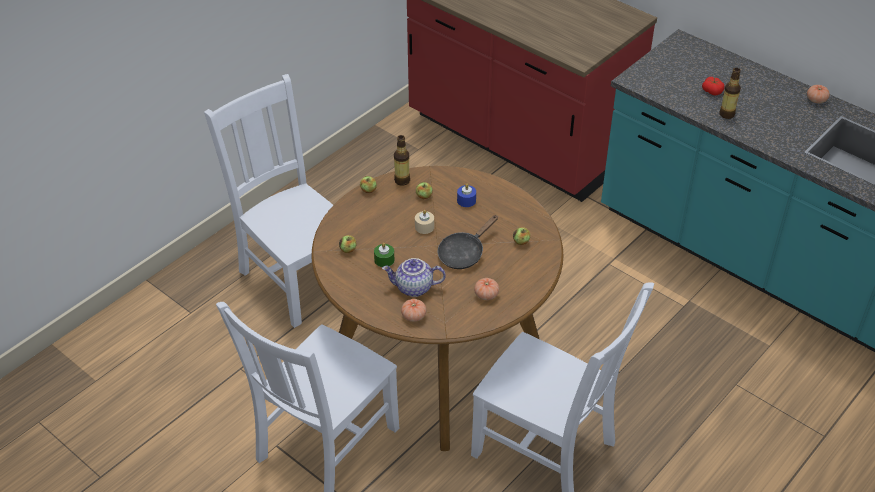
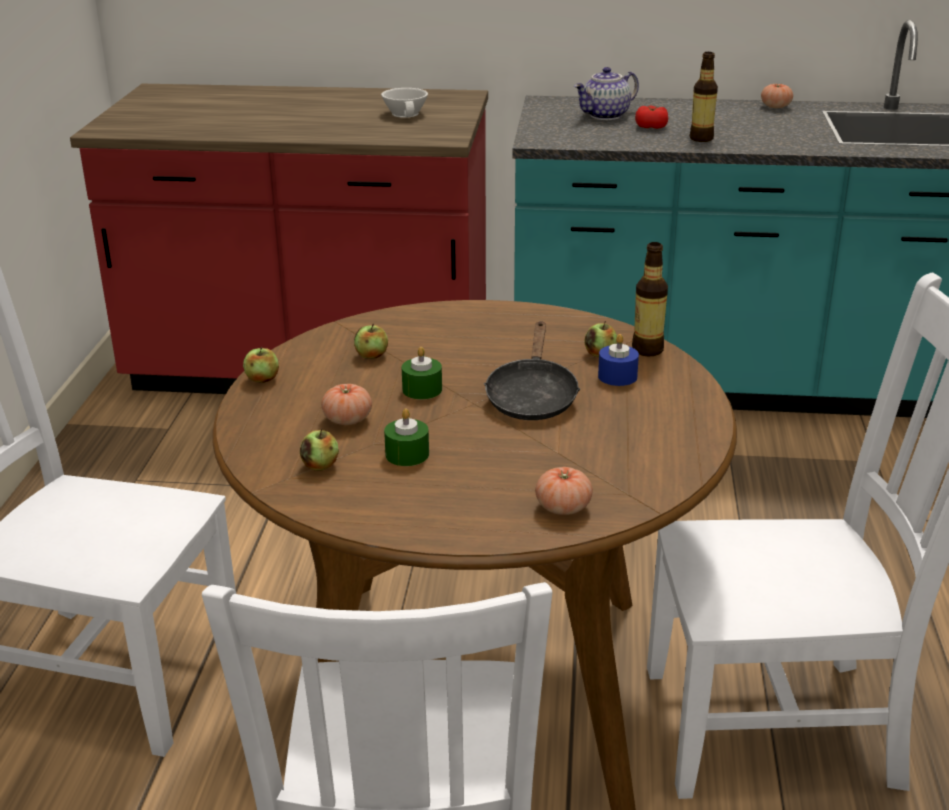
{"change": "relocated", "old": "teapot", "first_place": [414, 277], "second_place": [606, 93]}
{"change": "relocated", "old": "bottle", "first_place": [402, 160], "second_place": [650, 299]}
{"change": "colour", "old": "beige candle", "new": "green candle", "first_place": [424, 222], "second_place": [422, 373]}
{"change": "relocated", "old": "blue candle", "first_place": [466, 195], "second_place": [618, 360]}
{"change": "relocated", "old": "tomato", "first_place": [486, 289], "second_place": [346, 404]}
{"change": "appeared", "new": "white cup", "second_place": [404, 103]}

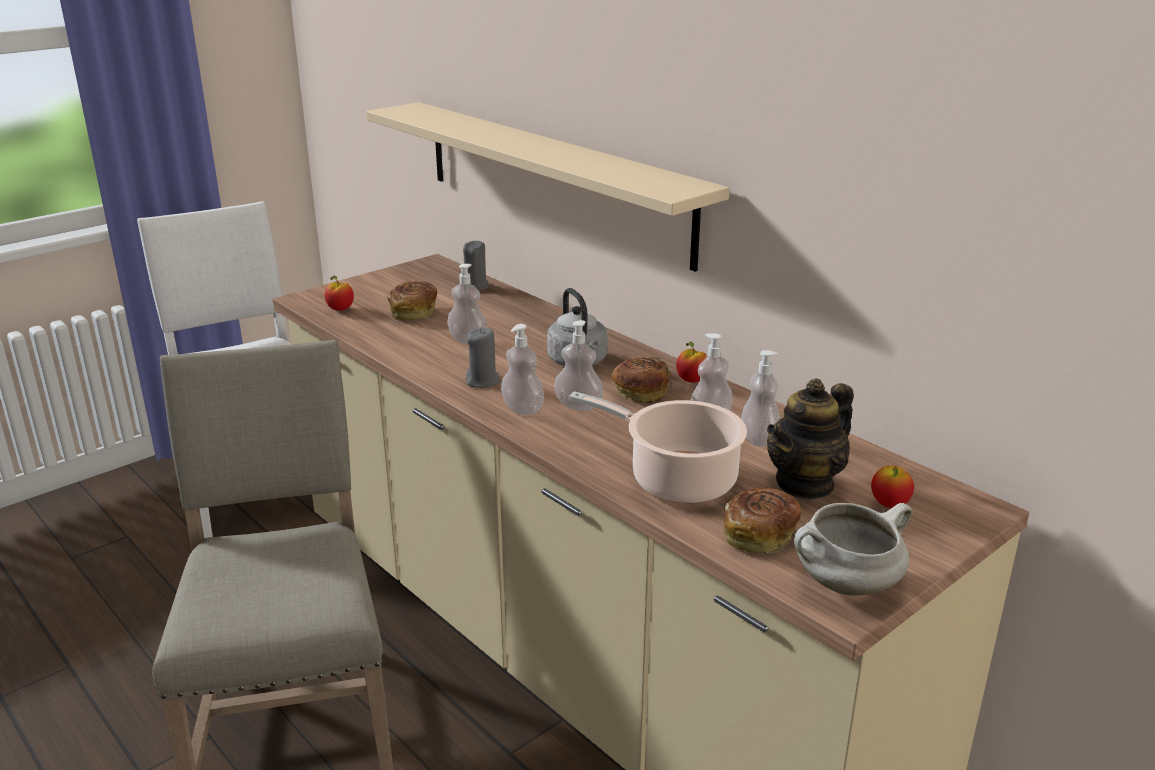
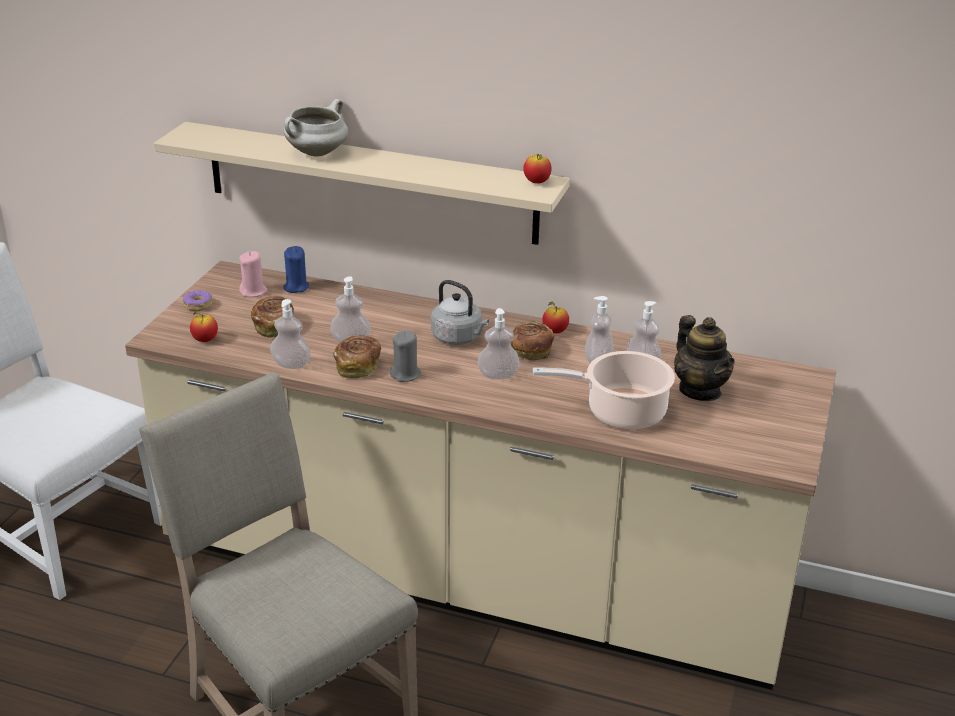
{"change": "colour", "old": "grey candle", "new": "blue candle", "first_place": [476, 266], "second_place": [296, 269]}
{"change": "relocated", "old": "soap dispenser", "first_place": [522, 369], "second_place": [290, 334]}
{"change": "relocated", "old": "bread", "first_place": [763, 520], "second_place": [357, 357]}
{"change": "spun", "old": "teapot", "first_place": [810, 439], "second_place": [704, 358], "degrees": -45}
{"change": "relocated", "old": "white cooking pot", "first_place": [853, 549], "second_place": [316, 128]}
{"change": "relocated", "old": "apple", "first_place": [892, 487], "second_place": [537, 169]}
{"change": "appeared", "new": "donut", "second_place": [197, 300]}
{"change": "appeared", "new": "pink candle", "second_place": [253, 274]}

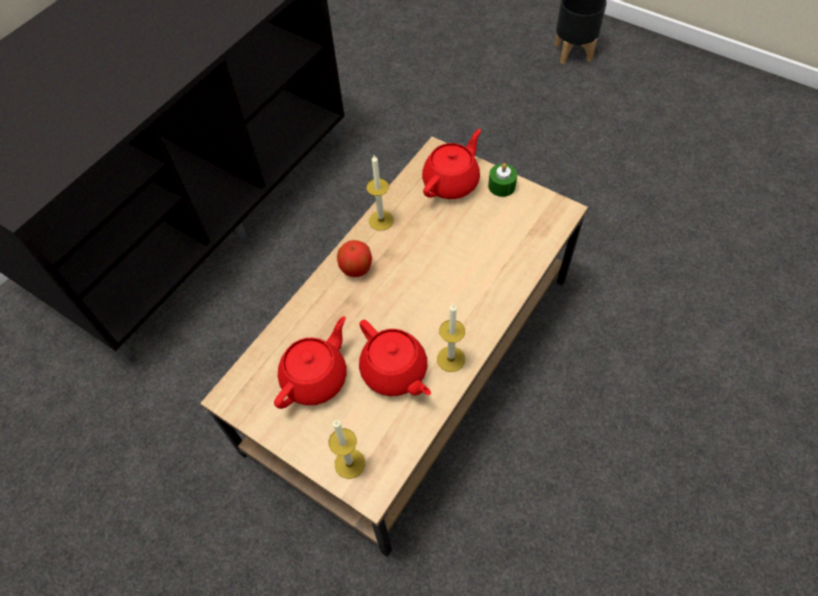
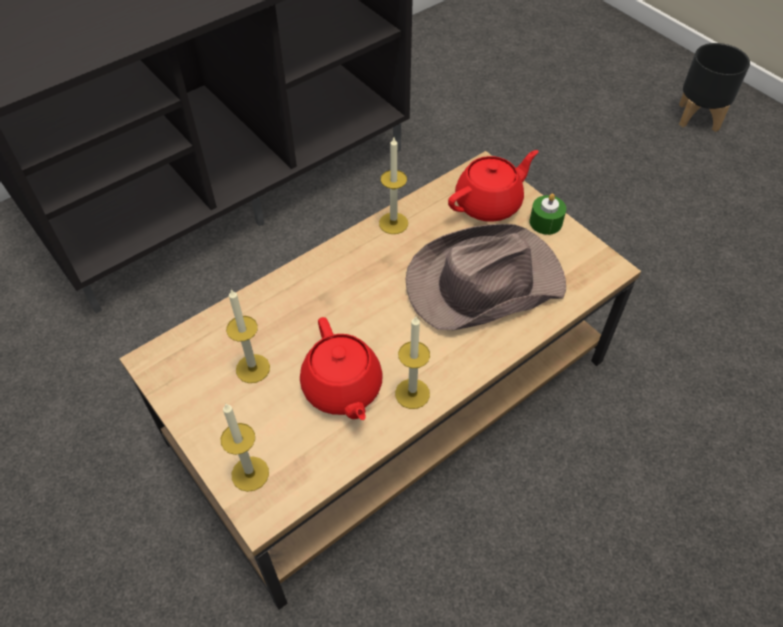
{"change": "exchanged", "old": "red teapot", "new": "candle", "first_place": [310, 362], "second_place": [248, 336]}
{"change": "missing", "old": "apple", "first_place": [354, 258]}
{"change": "appeared", "new": "brown hat", "second_place": [485, 277]}

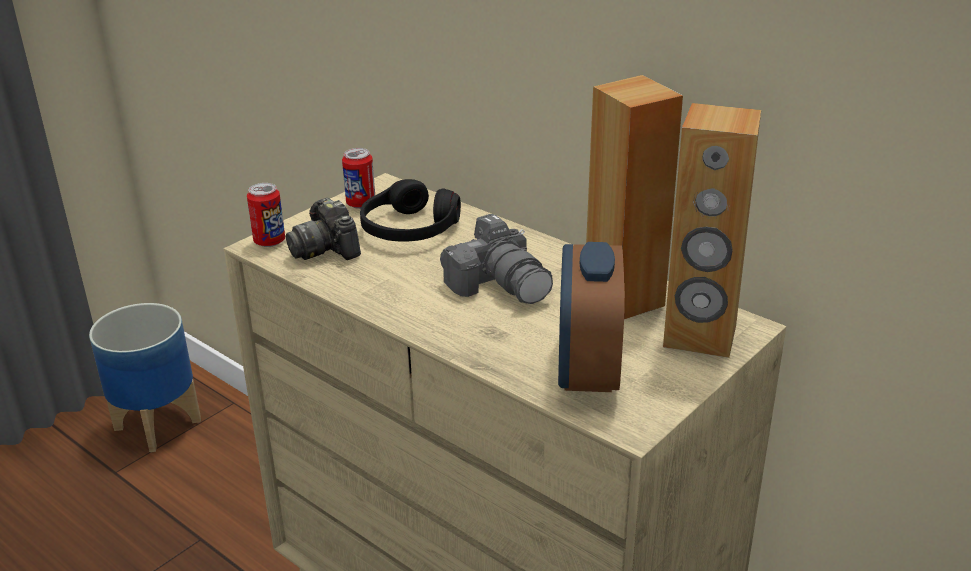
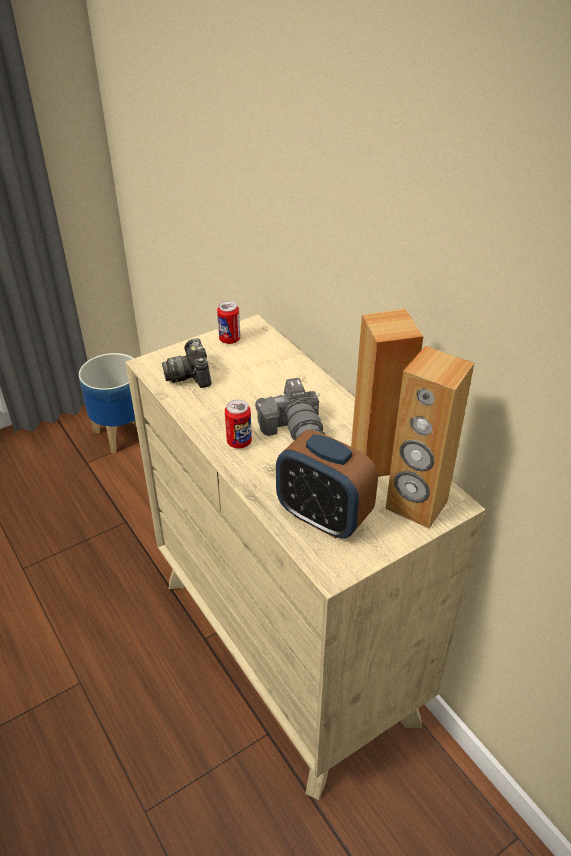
{"change": "relocated", "old": "can", "first_place": [266, 215], "second_place": [238, 424]}
{"change": "missing", "old": "black headphones", "first_place": [410, 210]}
{"change": "spun", "old": "alarm clock", "first_place": [591, 317], "second_place": [327, 484], "degrees": -75}

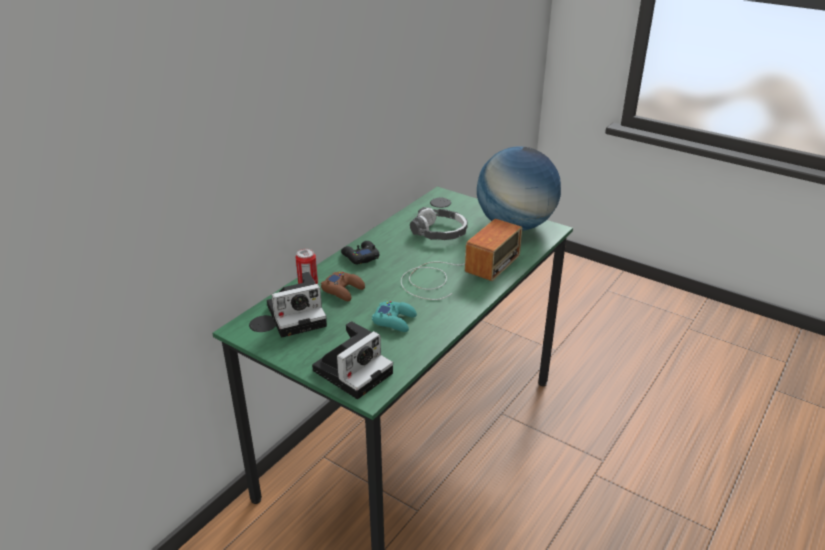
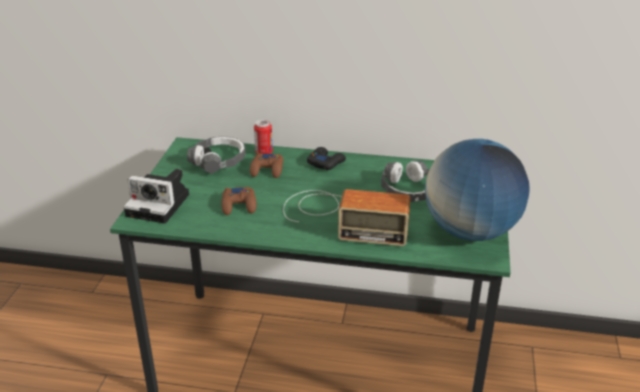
{"change": "exchanged", "old": "photo camera", "new": "headphones", "first_place": [297, 305], "second_place": [216, 155]}
{"change": "colour", "old": "turquoise game controller", "new": "brown game controller", "first_place": [394, 316], "second_place": [239, 201]}

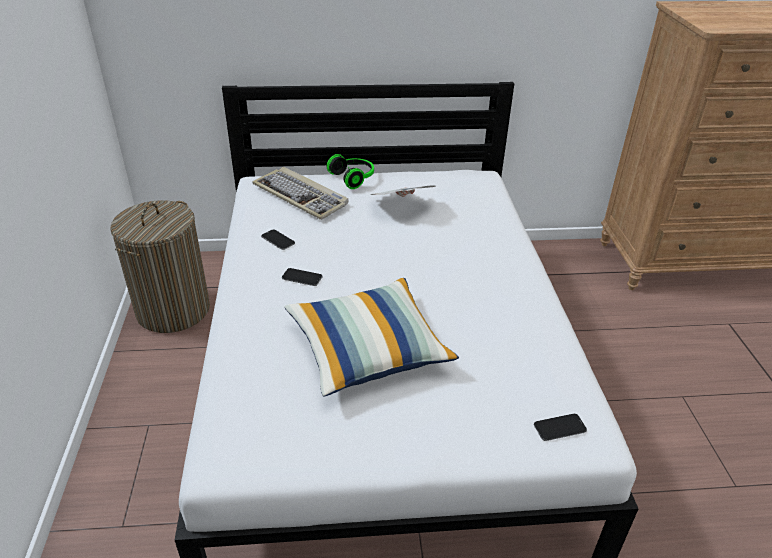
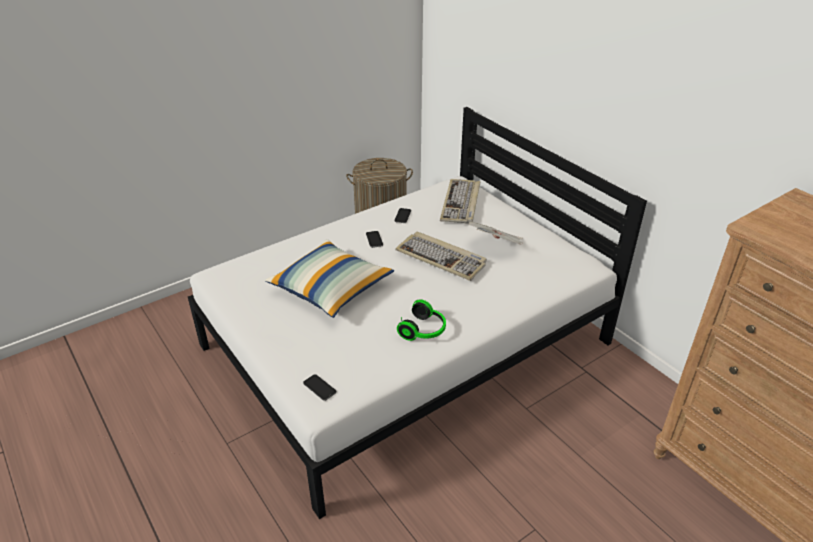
{"change": "relocated", "old": "headphones", "first_place": [350, 171], "second_place": [421, 320]}
{"change": "appeared", "new": "keyboard", "second_place": [441, 256]}

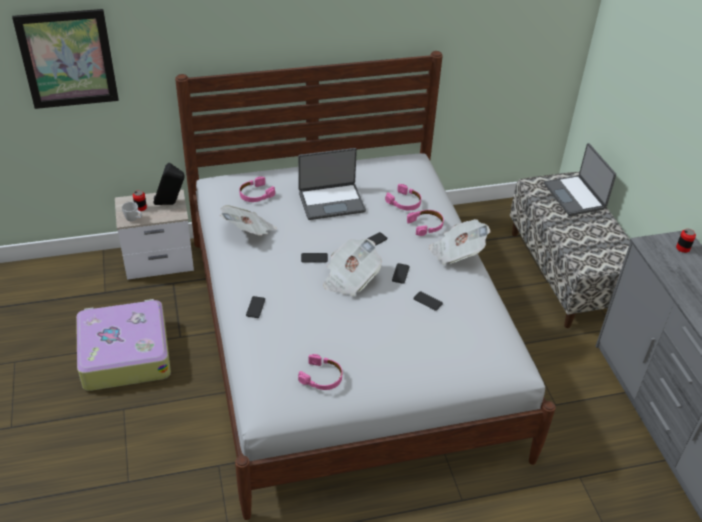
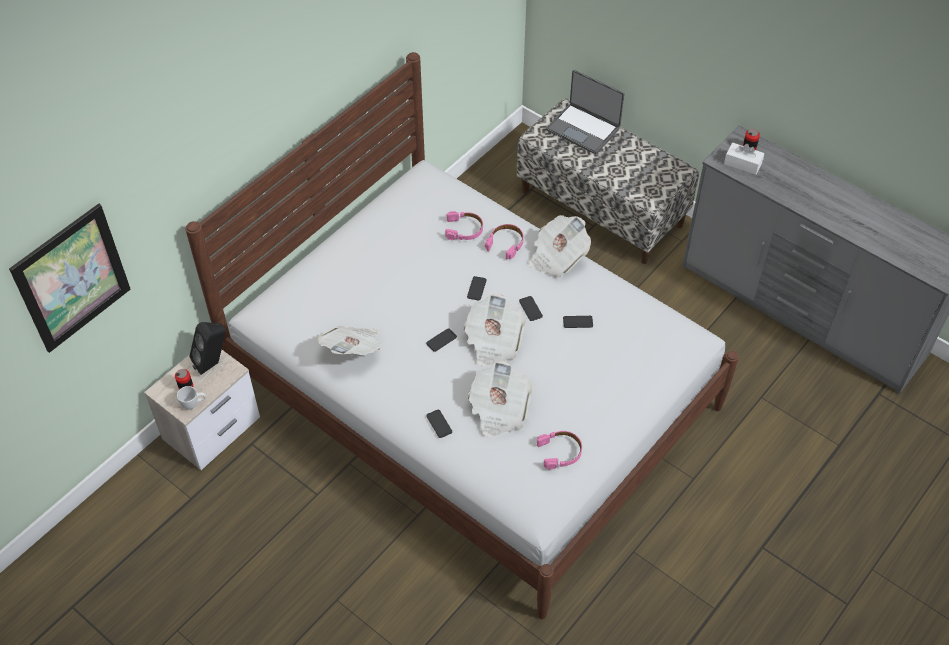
{"change": "missing", "old": "suitcase", "first_place": [123, 345]}
{"change": "missing", "old": "pink headphones", "first_place": [257, 189]}
{"change": "missing", "old": "laptop", "first_place": [332, 184]}
{"change": "appeared", "new": "newspaper", "second_place": [500, 399]}
{"change": "appeared", "new": "white tissue box", "second_place": [744, 159]}

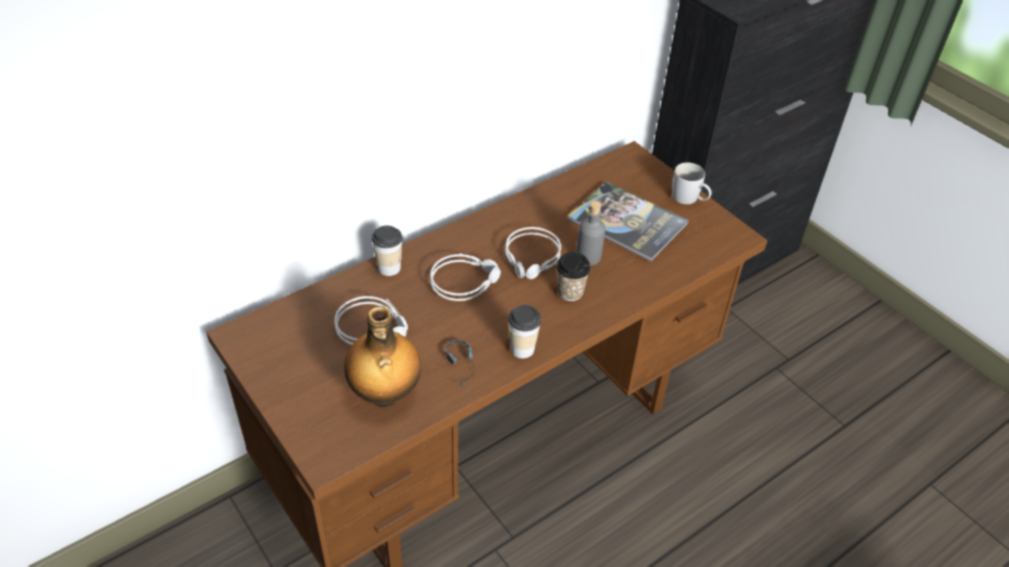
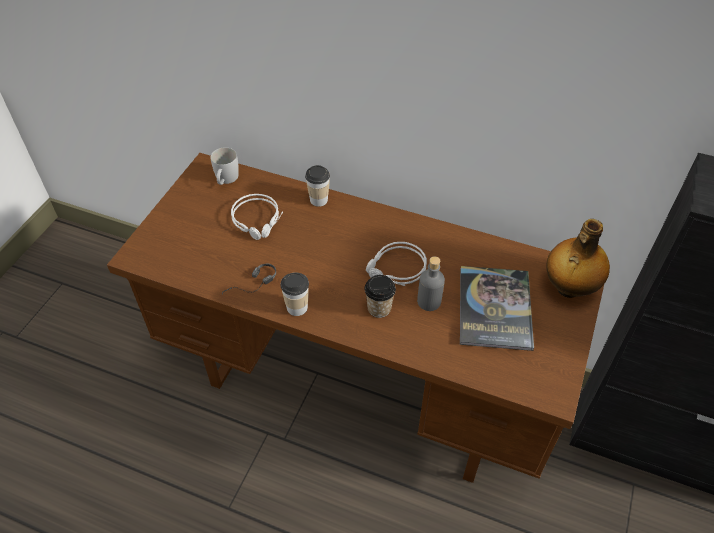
{"change": "relocated", "old": "bottle", "first_place": [382, 356], "second_place": [578, 258]}
{"change": "missing", "old": "grey headphones", "first_place": [465, 277]}
{"change": "relocated", "old": "white mug", "first_place": [691, 183], "second_place": [225, 166]}

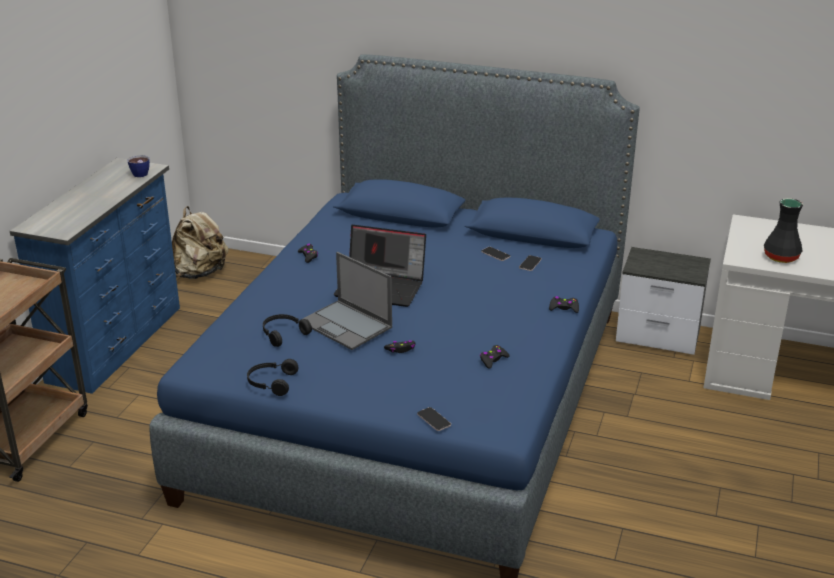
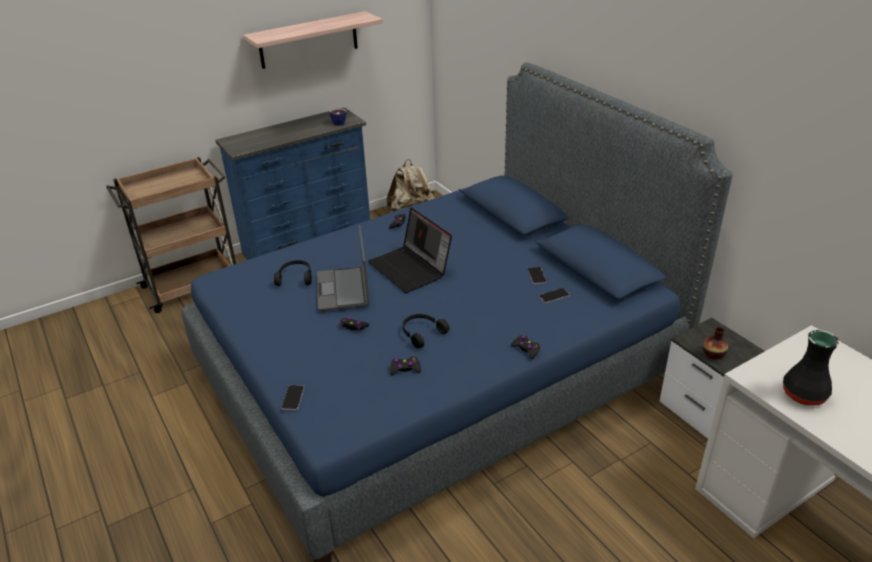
{"change": "relocated", "old": "black headphones", "first_place": [272, 377], "second_place": [426, 331]}
{"change": "appeared", "new": "shelf", "second_place": [313, 40]}
{"change": "appeared", "new": "vase", "second_place": [715, 343]}

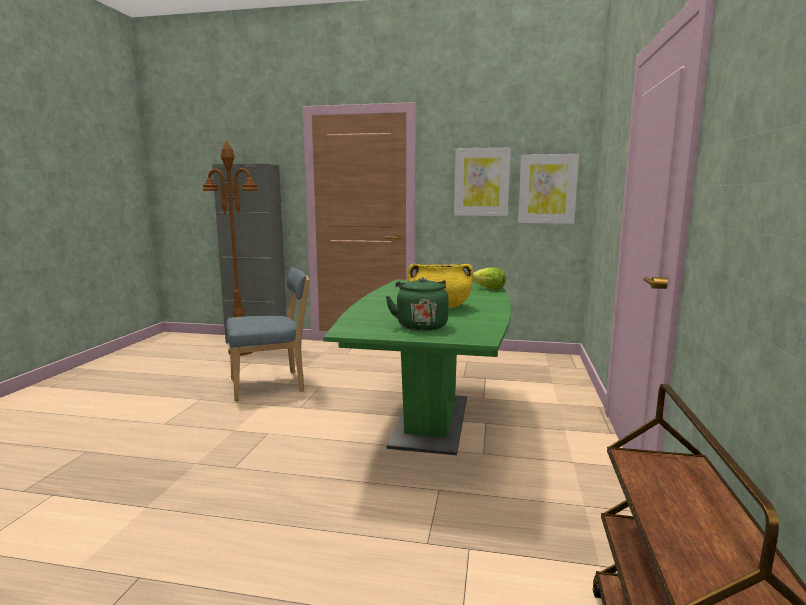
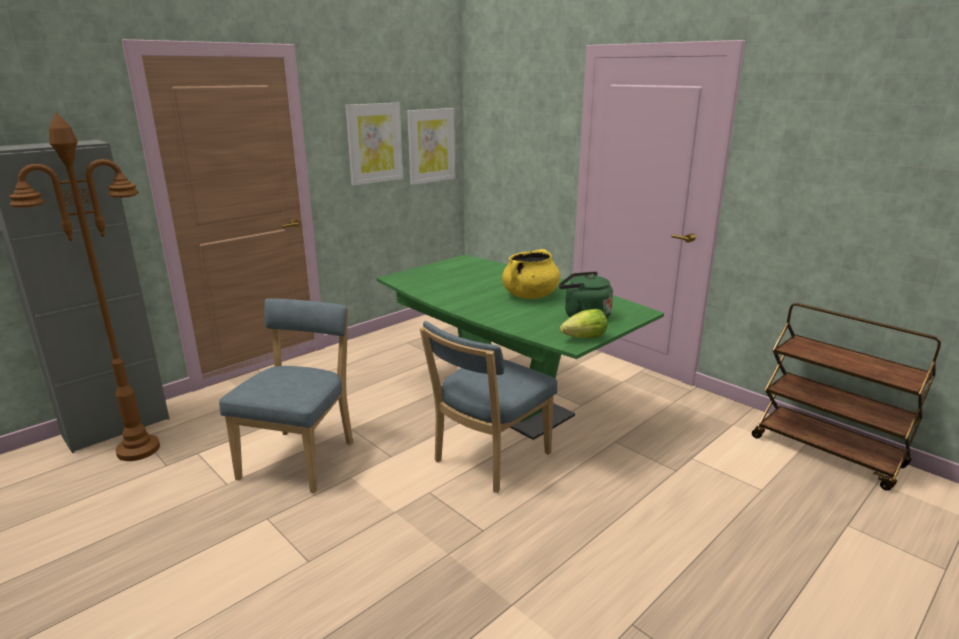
{"change": "relocated", "old": "lettuce", "first_place": [489, 278], "second_place": [584, 323]}
{"change": "appeared", "new": "blue chair", "second_place": [488, 407]}

